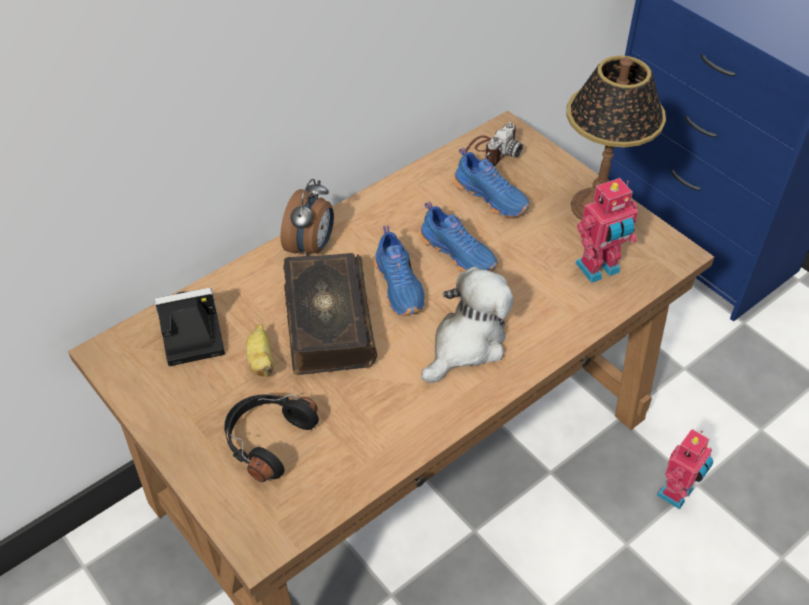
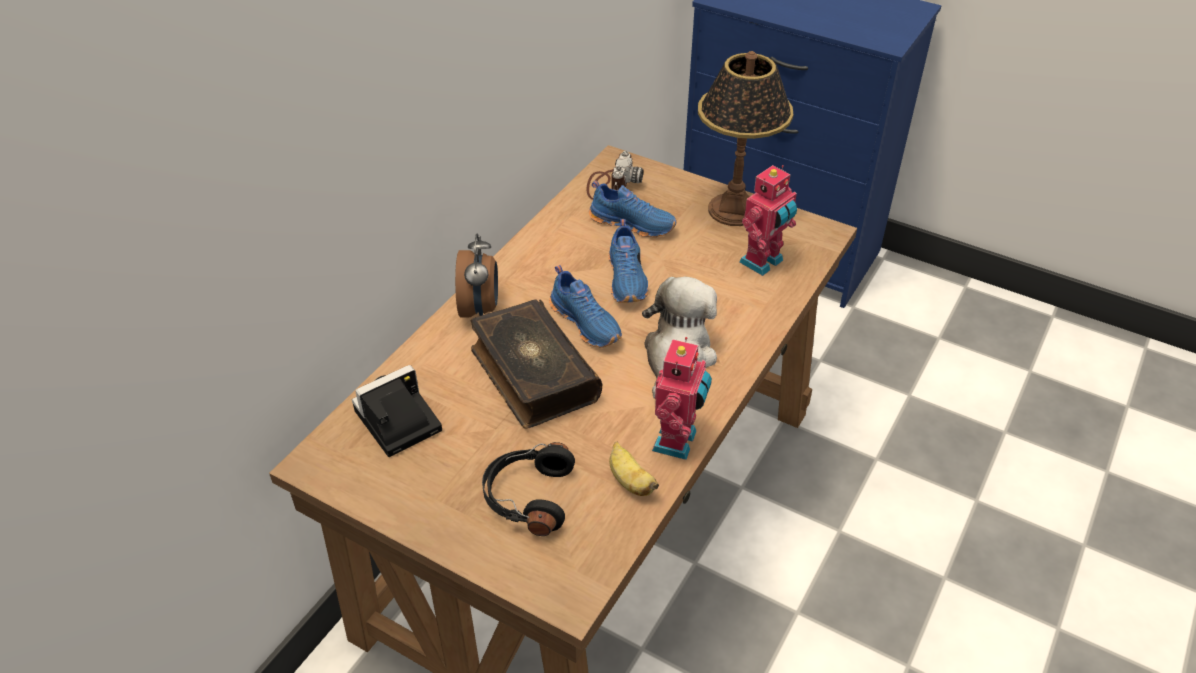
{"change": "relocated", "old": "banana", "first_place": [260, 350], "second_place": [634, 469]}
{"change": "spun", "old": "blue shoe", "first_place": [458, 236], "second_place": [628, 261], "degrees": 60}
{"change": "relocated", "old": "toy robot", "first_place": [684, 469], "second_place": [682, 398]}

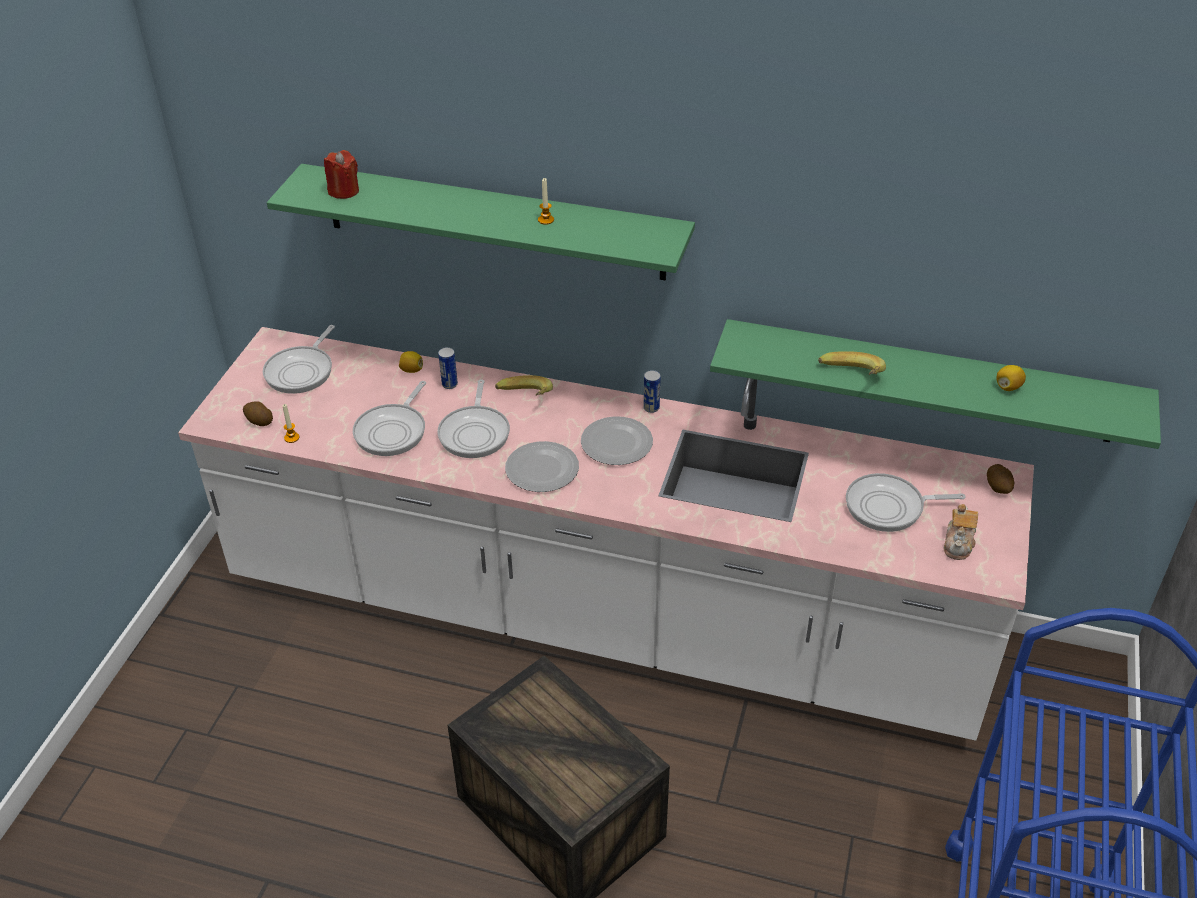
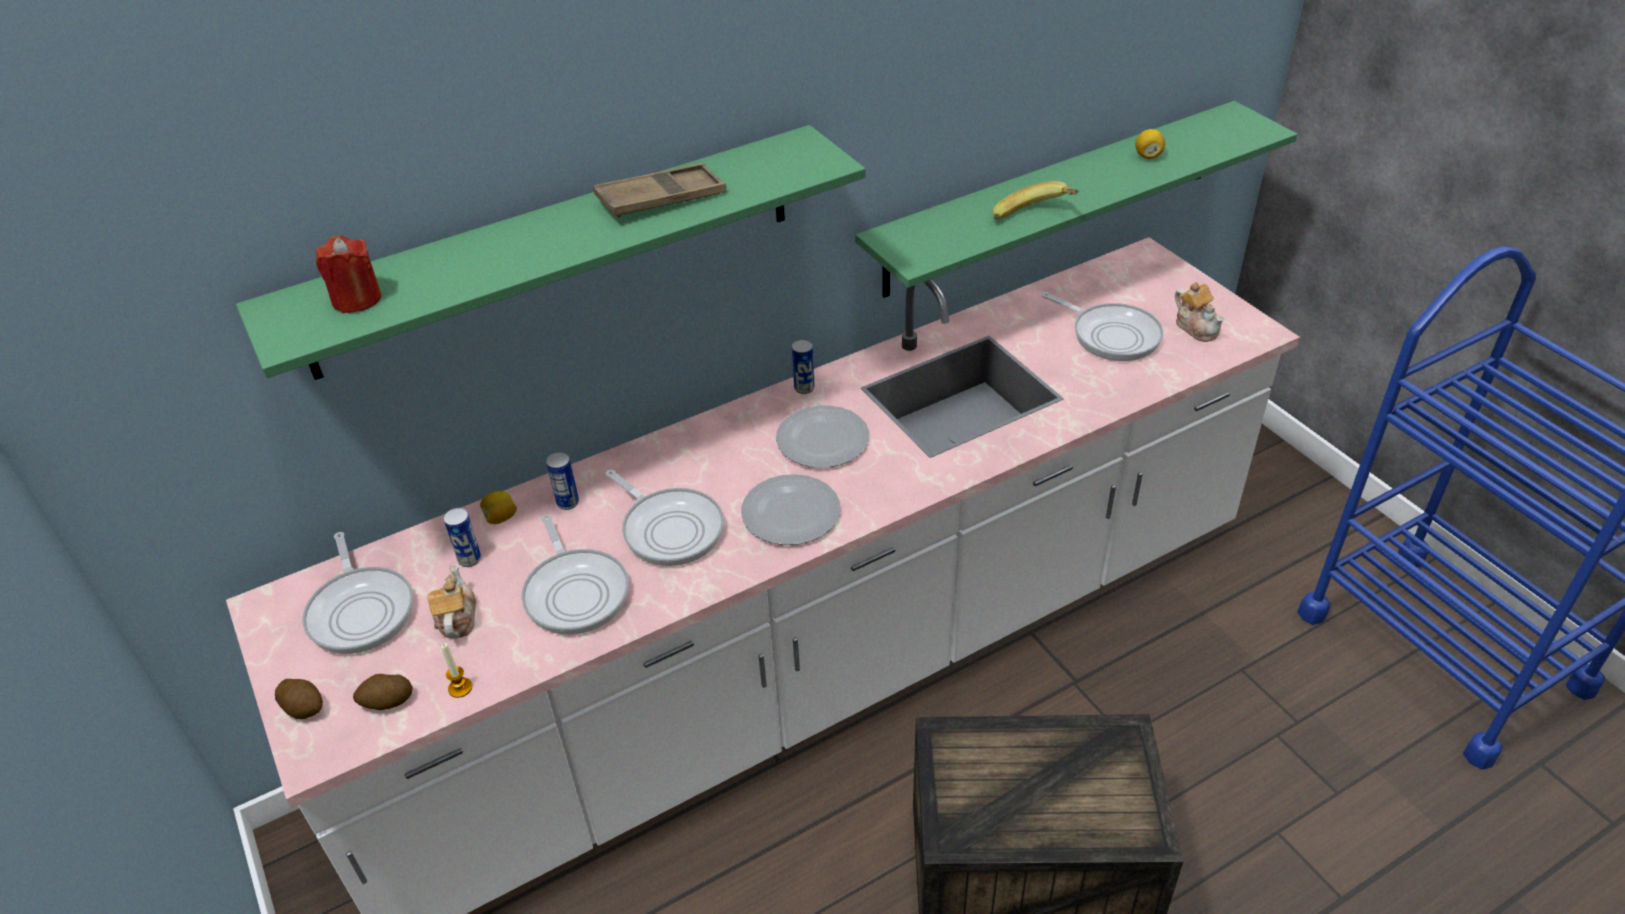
{"change": "missing", "old": "banana", "first_place": [524, 385]}
{"change": "exchanged", "old": "candle", "new": "brown tray", "first_place": [546, 201], "second_place": [659, 190]}
{"change": "spun", "old": "frying pan", "first_place": [905, 502], "second_place": [1102, 326], "degrees": -90}
{"change": "relocated", "old": "potato", "first_place": [1000, 479], "second_place": [299, 699]}
{"change": "appeared", "new": "teapot", "second_place": [452, 601]}
{"change": "appeared", "new": "can", "second_place": [462, 537]}

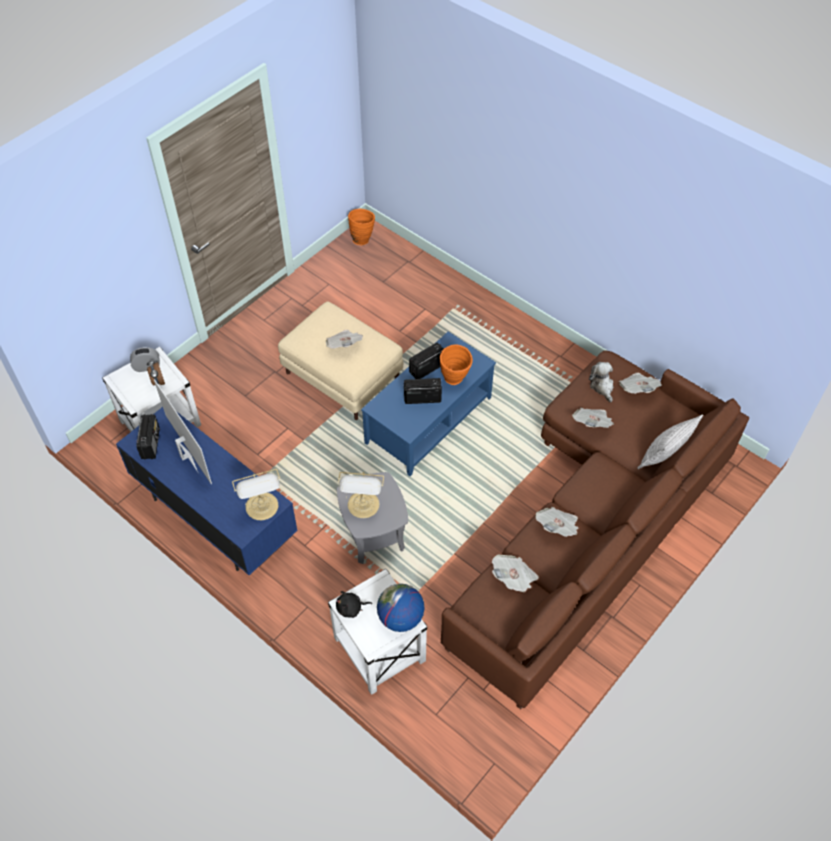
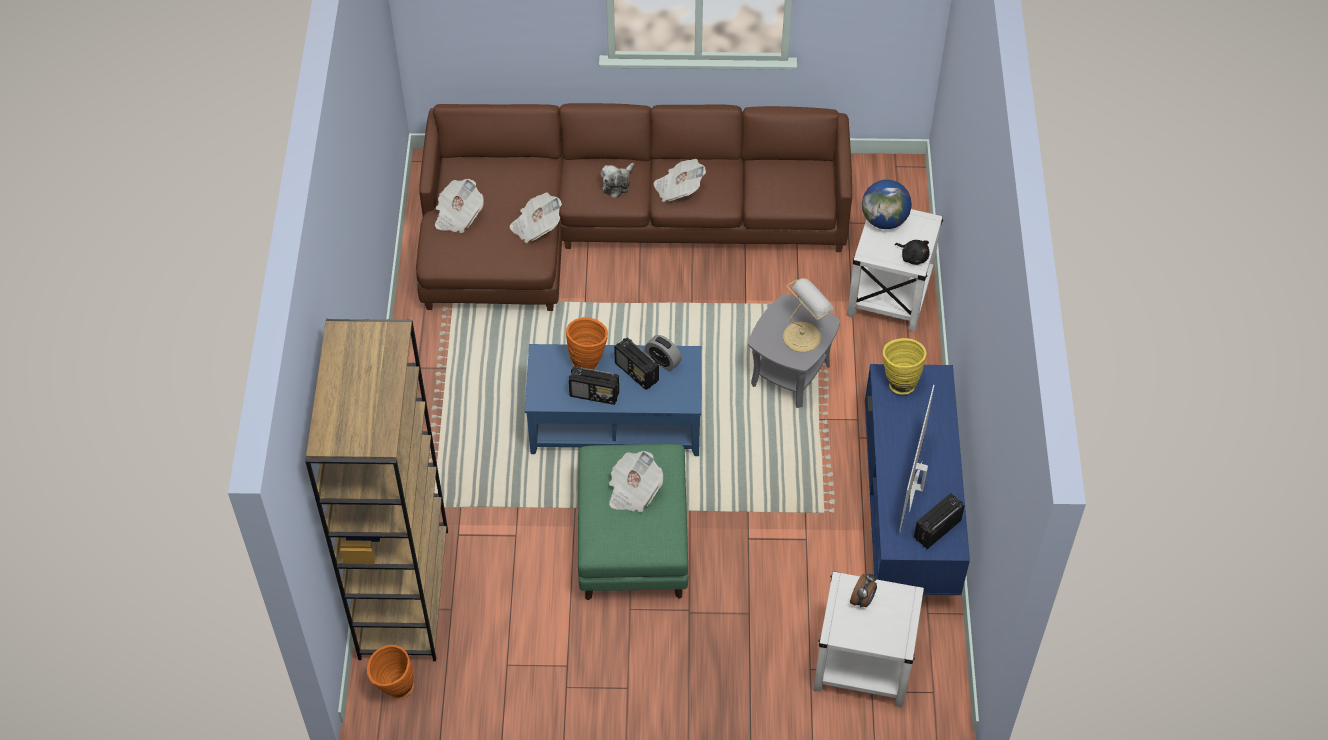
{"change": "relocated", "old": "alarm clock", "first_place": [145, 359], "second_place": [663, 353]}
{"change": "exchanged", "old": "table lamp", "new": "yellow vase", "first_place": [256, 494], "second_place": [905, 366]}
{"change": "colour", "old": "beige ottoman", "new": "green ottoman", "first_place": [340, 360], "second_place": [633, 522]}
{"change": "missing", "old": "newspaper", "first_place": [515, 573]}
{"change": "relocated", "old": "plush toy", "first_place": [601, 382], "second_place": [617, 180]}
{"change": "missing", "old": "pillow", "first_place": [670, 441]}
{"change": "appeared", "new": "brown bookcase", "second_place": [376, 490]}

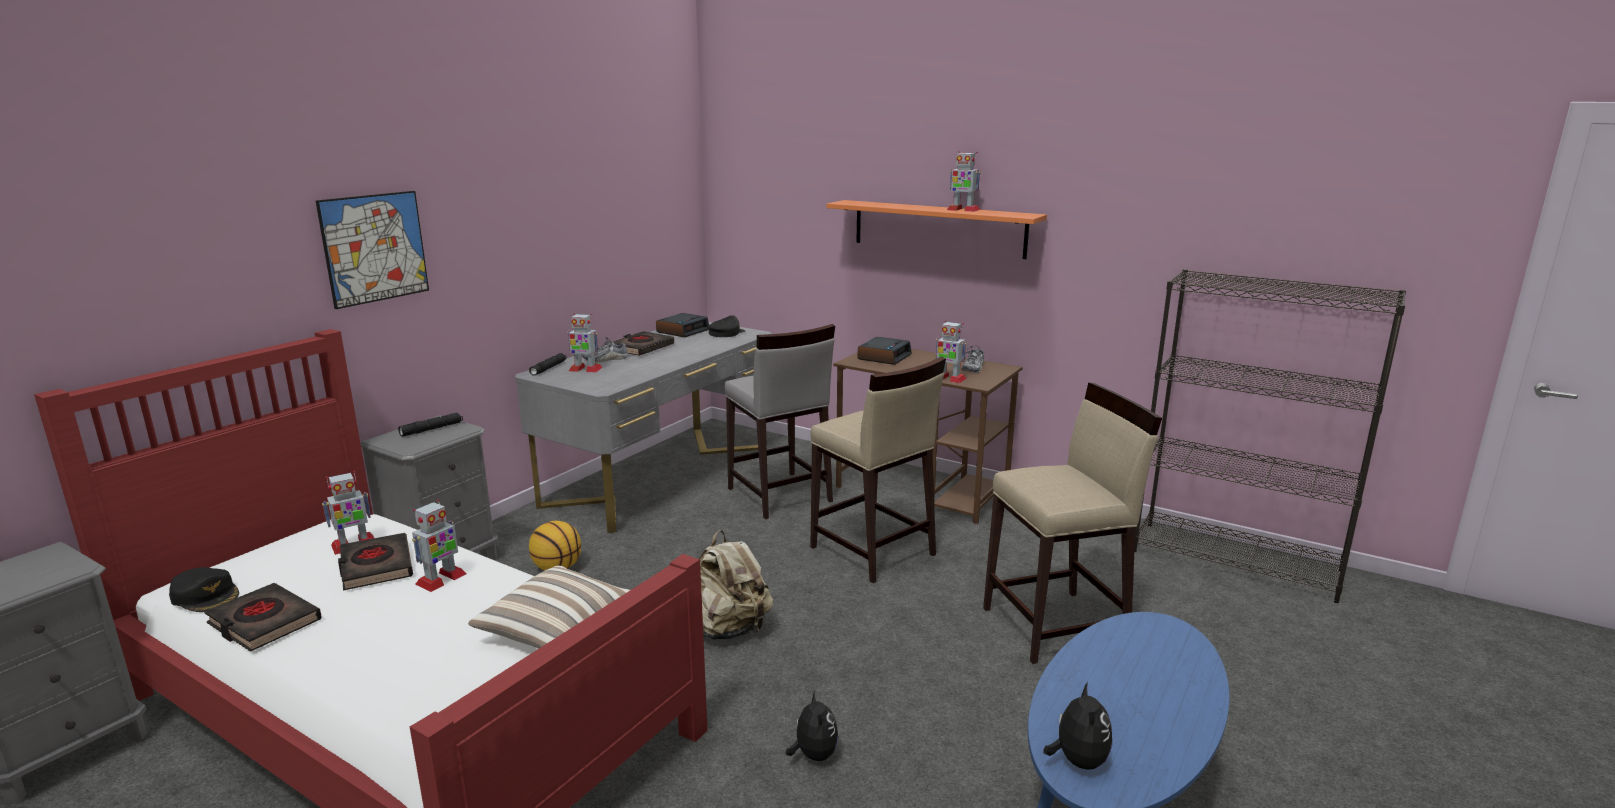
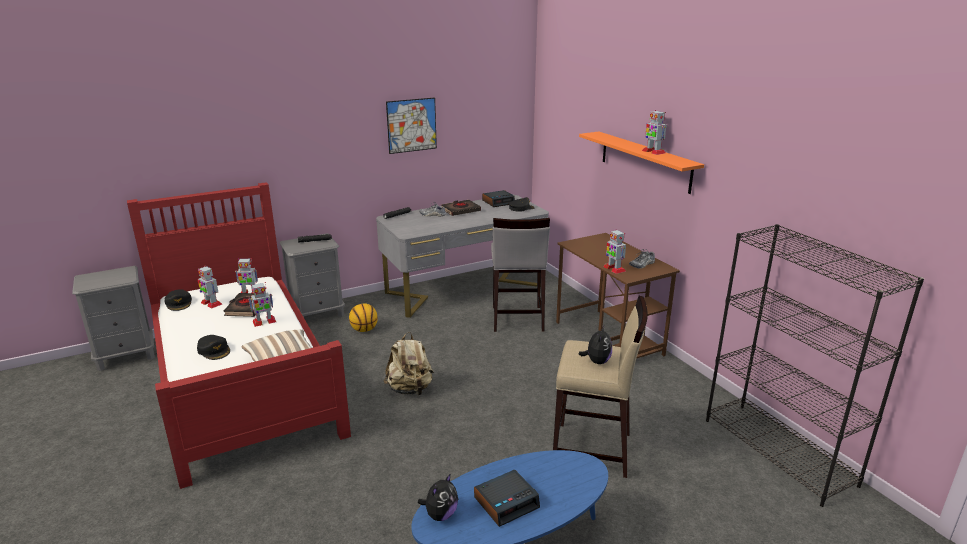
{"change": "missing", "old": "black book", "first_place": [263, 617]}
{"change": "relocated", "old": "picture", "first_place": [372, 250], "second_place": [411, 125]}
{"change": "relocated", "old": "toy robot", "first_place": [585, 343], "second_place": [210, 287]}
{"change": "relocated", "old": "plush toy", "first_place": [812, 726], "second_place": [595, 345]}
{"change": "missing", "old": "beige stool", "first_place": [878, 469]}
{"change": "relocated", "old": "alarm clock", "first_place": [885, 351], "second_place": [507, 498]}
{"change": "appeared", "new": "black cap", "second_place": [213, 347]}

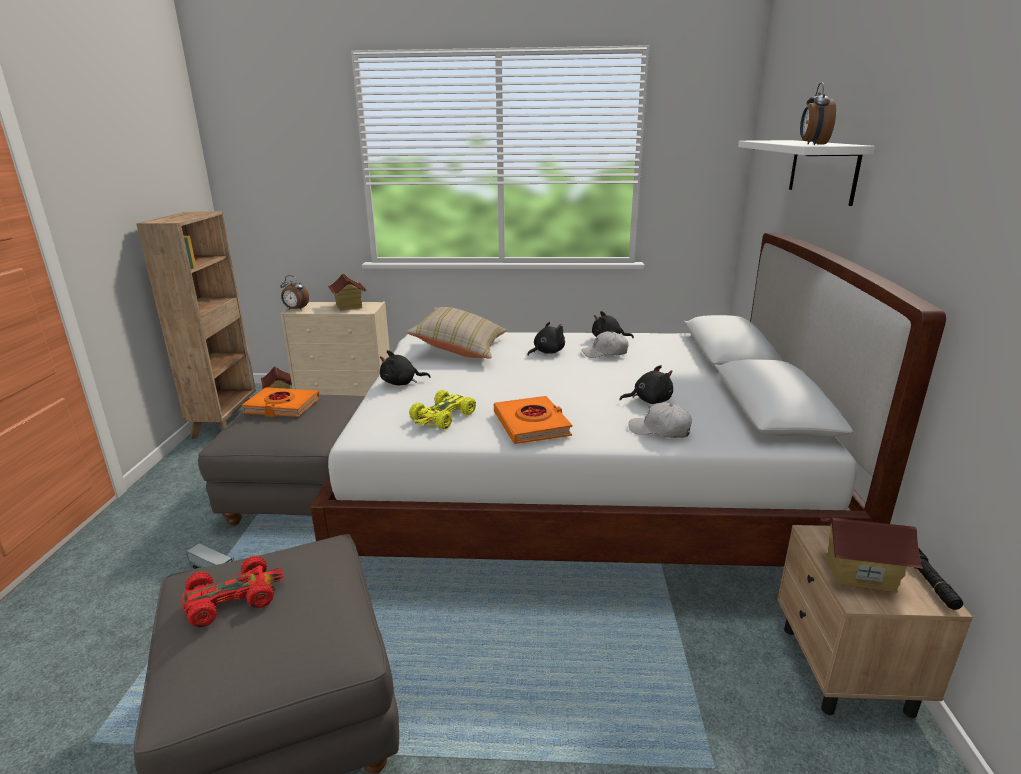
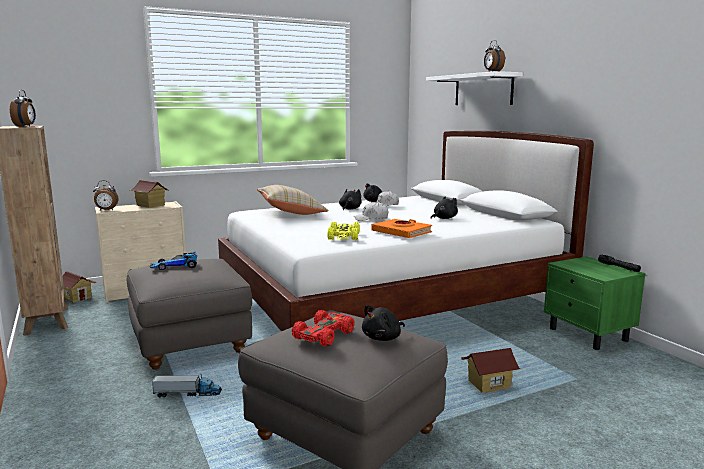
{"change": "exchanged", "old": "orange book", "new": "toy car", "first_place": [281, 402], "second_place": [173, 260]}
{"change": "relocated", "old": "black plush toy", "first_place": [405, 367], "second_place": [383, 323]}
{"change": "relocated", "old": "white cap", "first_place": [660, 420], "second_place": [371, 211]}
{"change": "colour", "old": "beige nightstand", "new": "green nightstand", "first_place": [875, 621], "second_place": [595, 303]}
{"change": "relocated", "old": "toy house", "first_place": [871, 555], "second_place": [490, 370]}
{"change": "appeared", "new": "alarm clock", "second_place": [23, 108]}

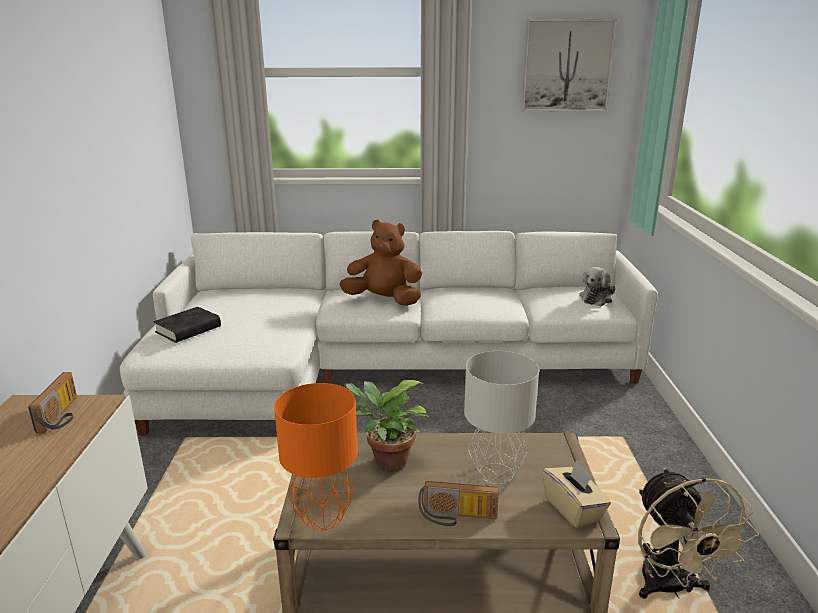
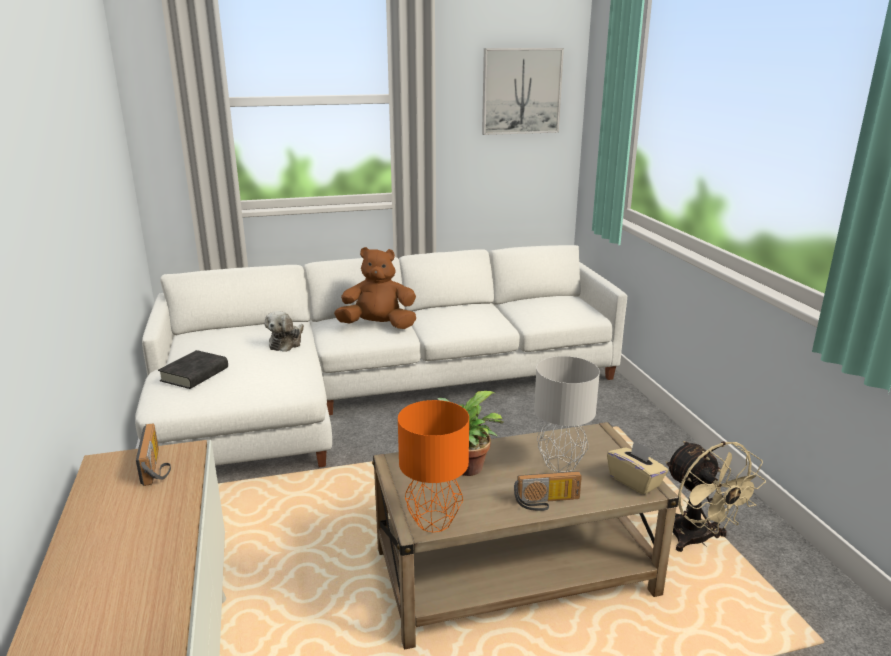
{"change": "relocated", "old": "plush toy", "first_place": [597, 286], "second_place": [284, 331]}

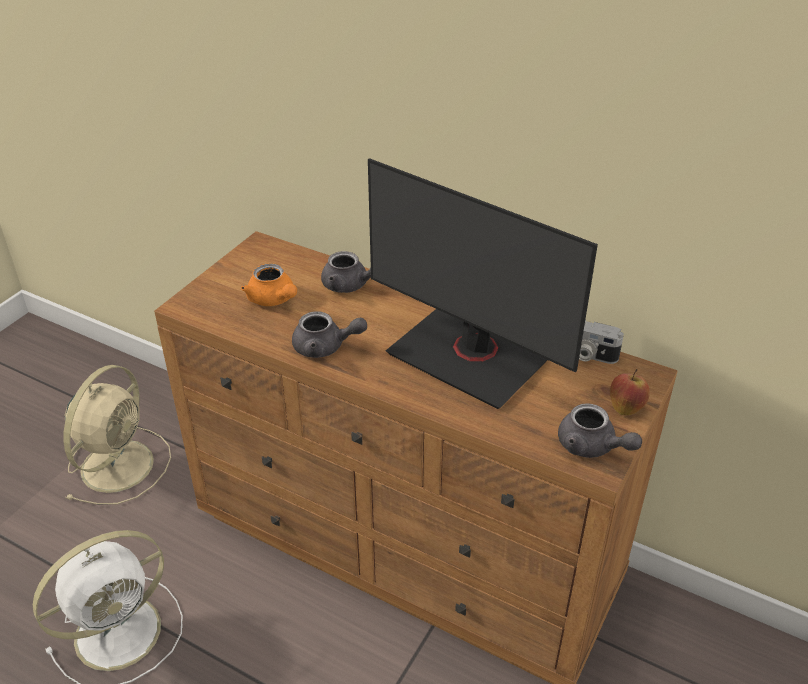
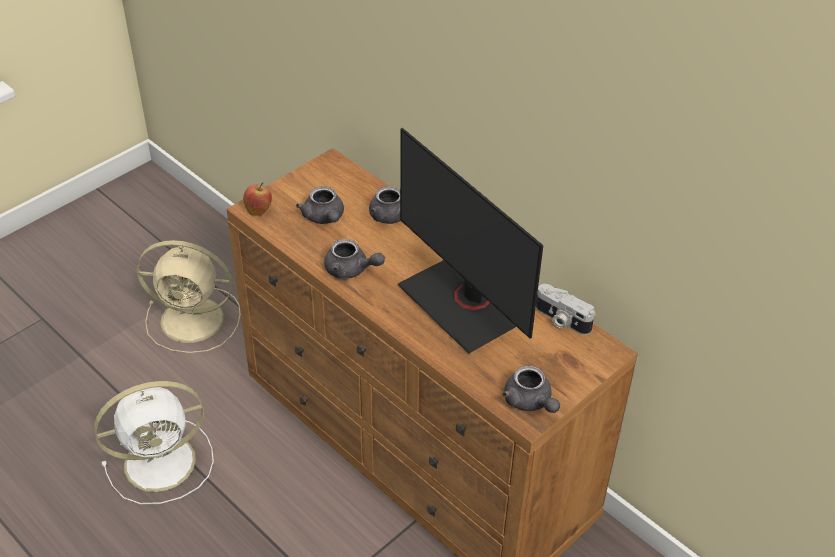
{"change": "spun", "old": "beige fan", "first_place": [117, 435], "second_place": [189, 296], "degrees": 60}
{"change": "colour", "old": "orange teapot", "new": "grey teapot", "first_place": [269, 285], "second_place": [320, 205]}
{"change": "relocated", "old": "apple", "first_place": [630, 392], "second_place": [257, 198]}

